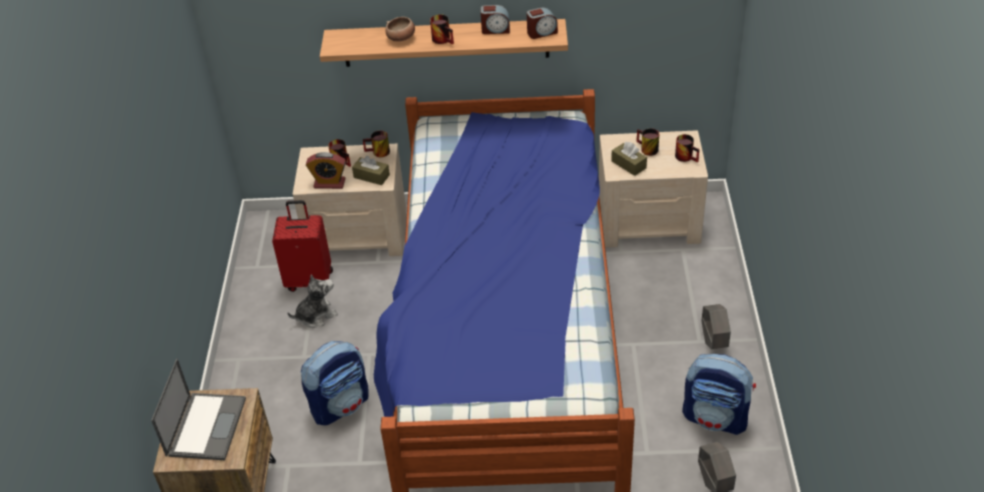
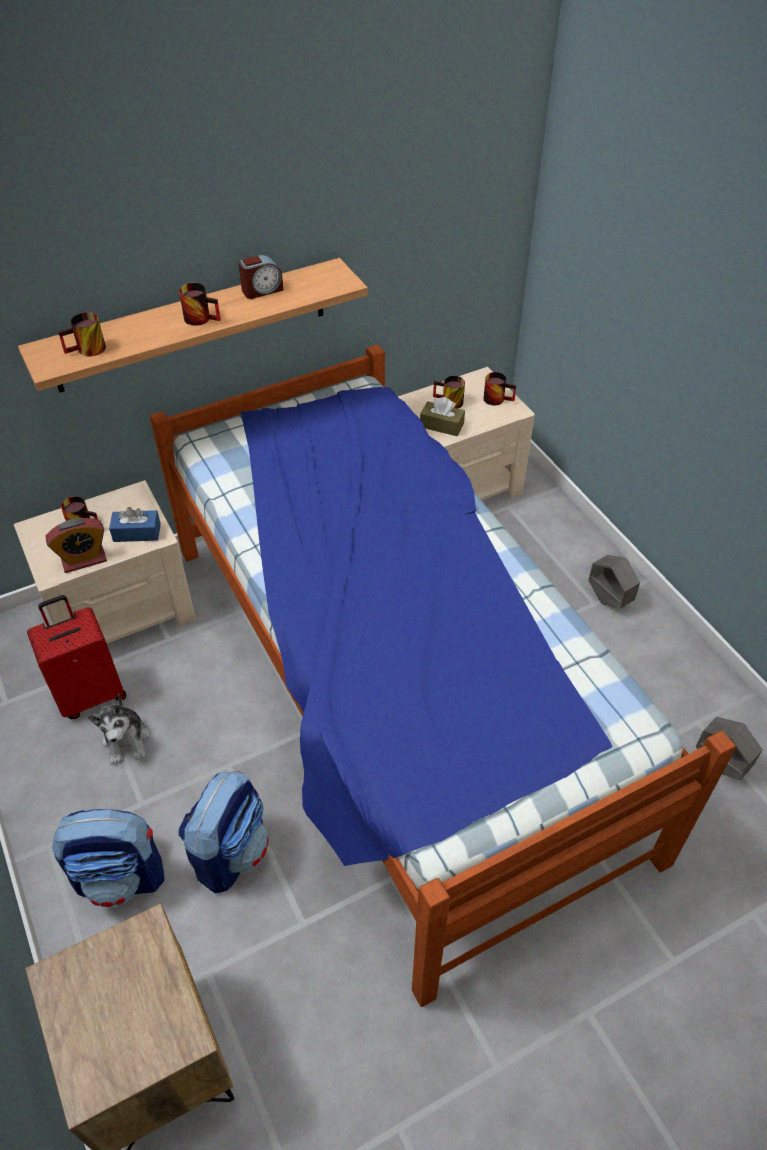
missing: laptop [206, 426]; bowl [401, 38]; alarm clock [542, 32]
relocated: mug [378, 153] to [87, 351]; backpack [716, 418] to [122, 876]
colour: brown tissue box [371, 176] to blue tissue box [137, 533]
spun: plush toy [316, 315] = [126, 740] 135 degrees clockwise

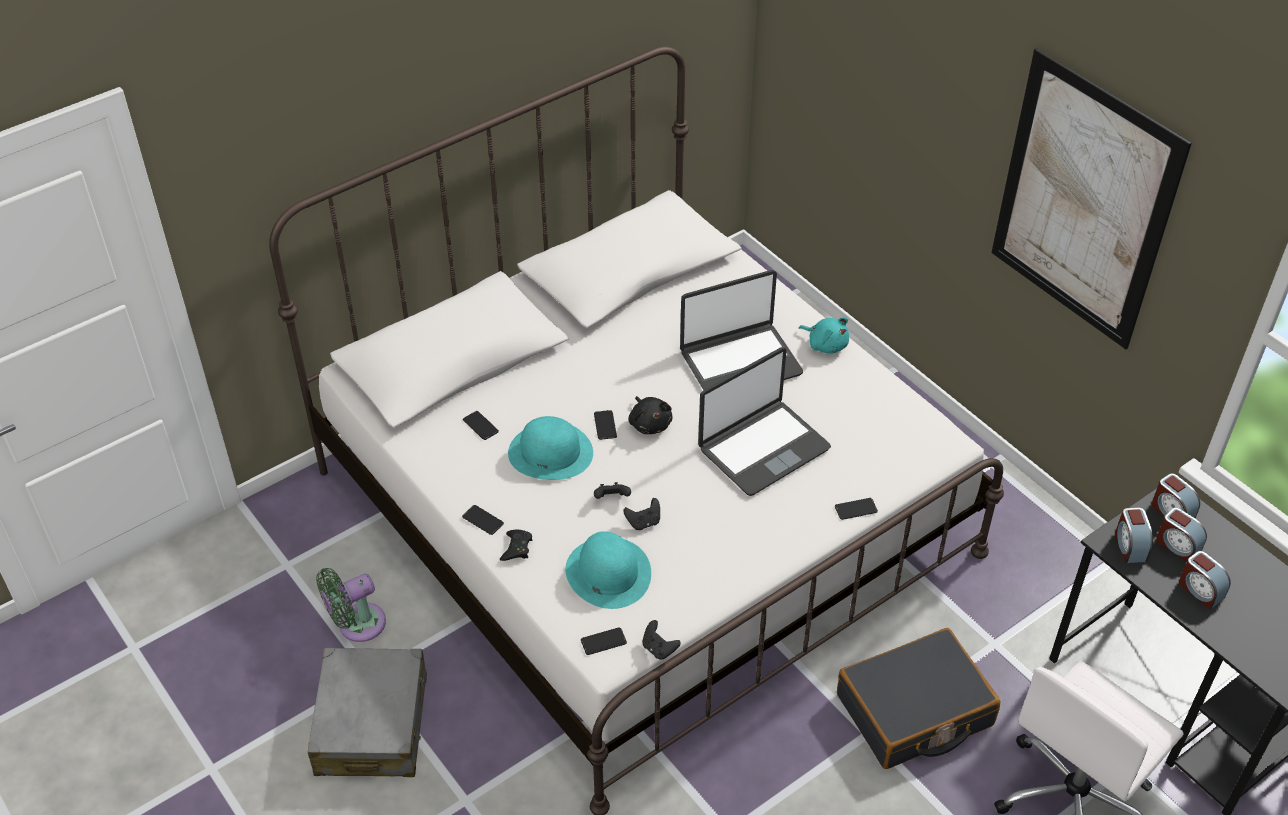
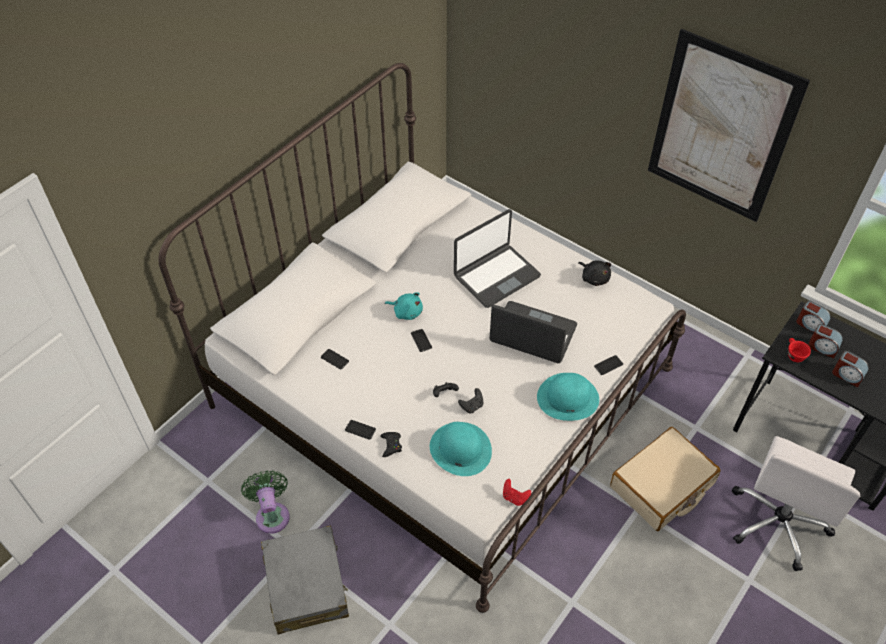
missing: phone [603, 641]
relocated: turquoise hat [551, 452] to [568, 397]; black plush toy [650, 423] to [594, 278]; turquoise plush toy [826, 344] to [406, 312]
exchanged: alarm clock [1129, 546] to red cup [793, 354]
colour: black game controller [659, 648] to red game controller [514, 497]; black suitcase [914, 711] to beige suitcase [662, 486]
spun: green fan [357, 625] = [272, 514] 120 degrees clockwise; laptop [763, 448] = [532, 334] 105 degrees counterclockwise

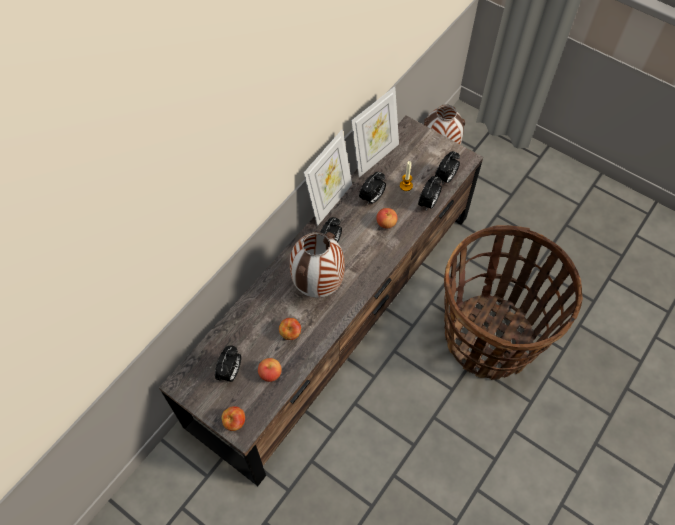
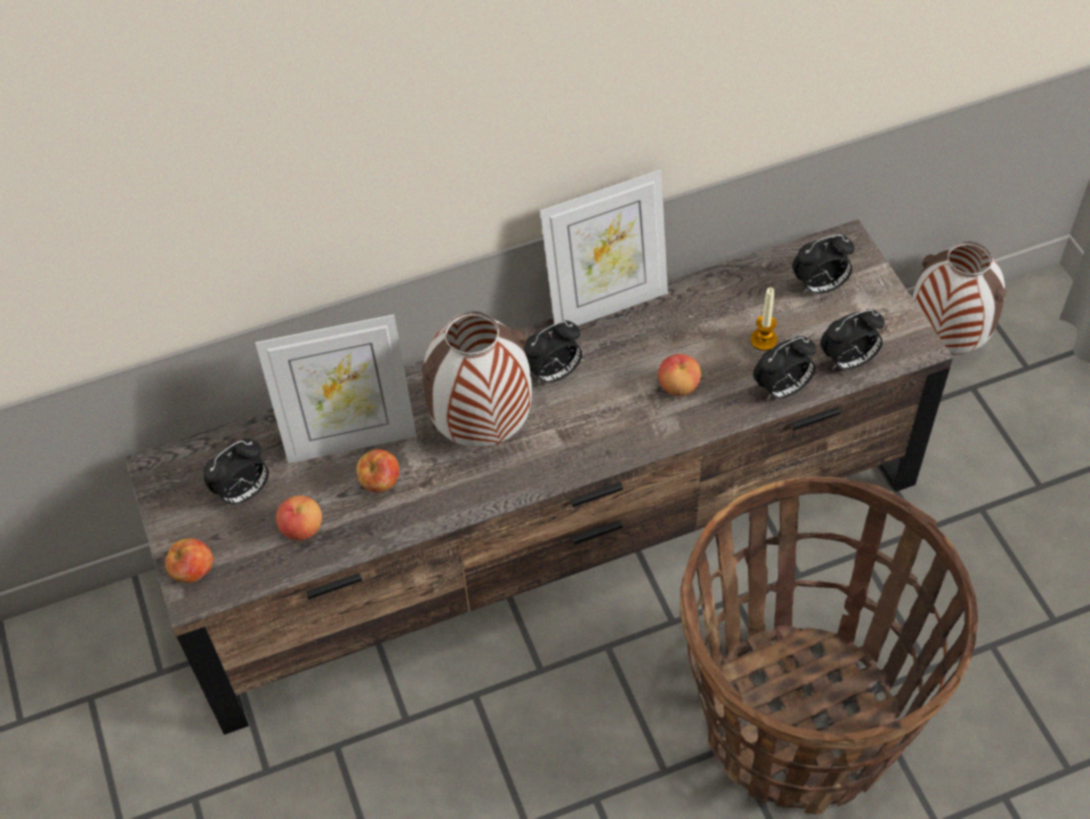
relocated: picture frame [374, 157] to [350, 438]; alarm clock [372, 198] to [819, 287]

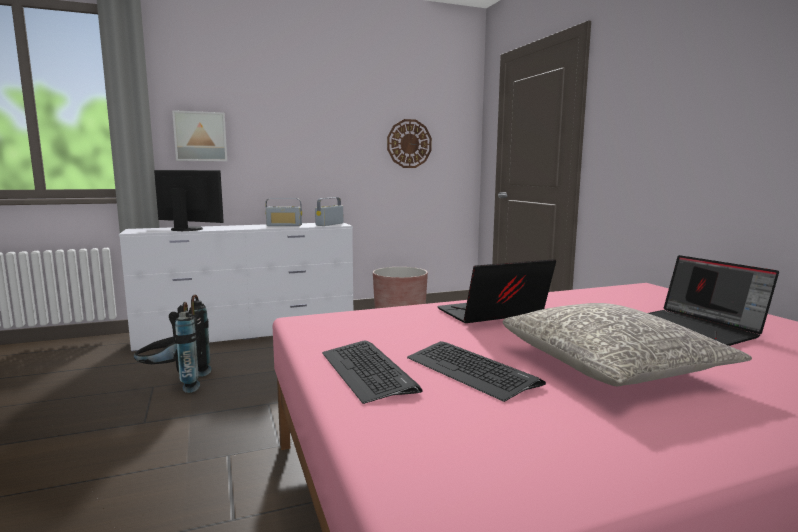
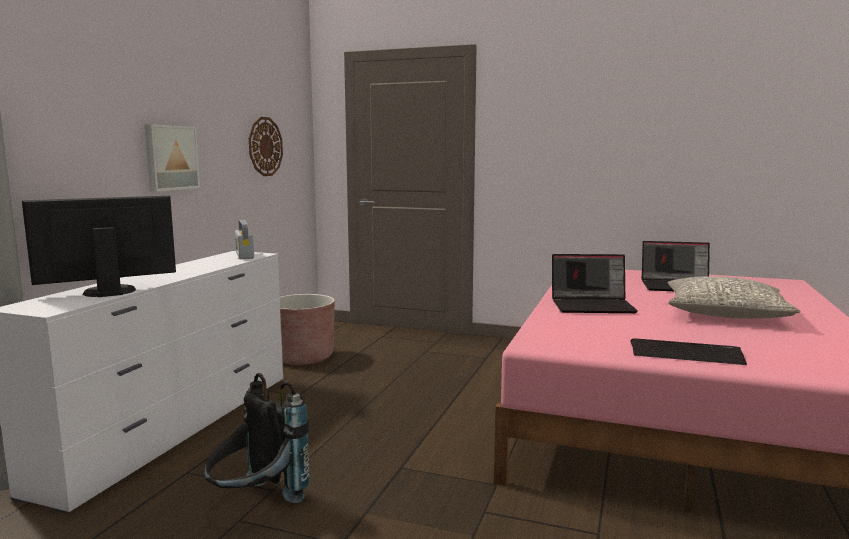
missing: radio [284, 225]; keyboard [471, 371]
relocated: picture [200, 136] to [170, 157]
spun: laptop [492, 314] = [593, 306] 105 degrees counterclockwise

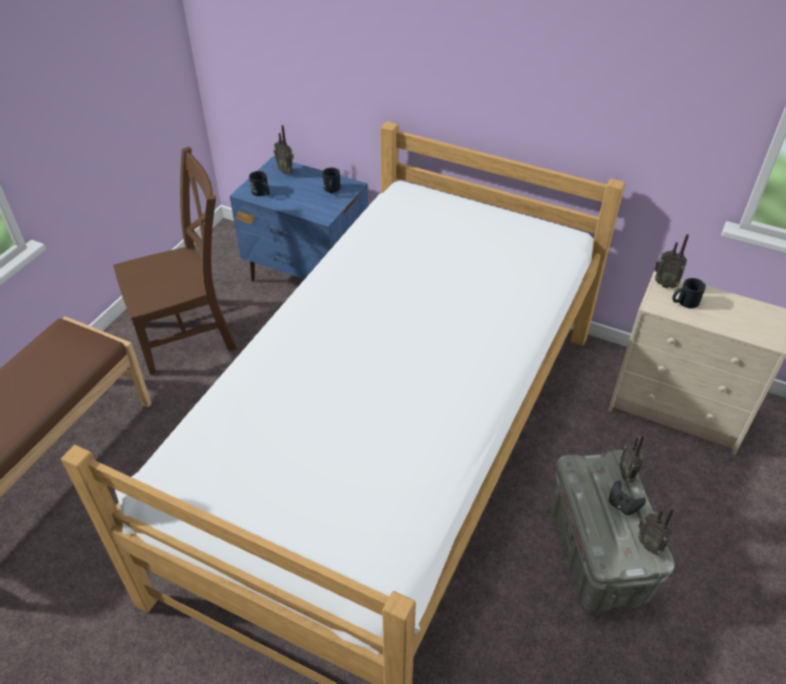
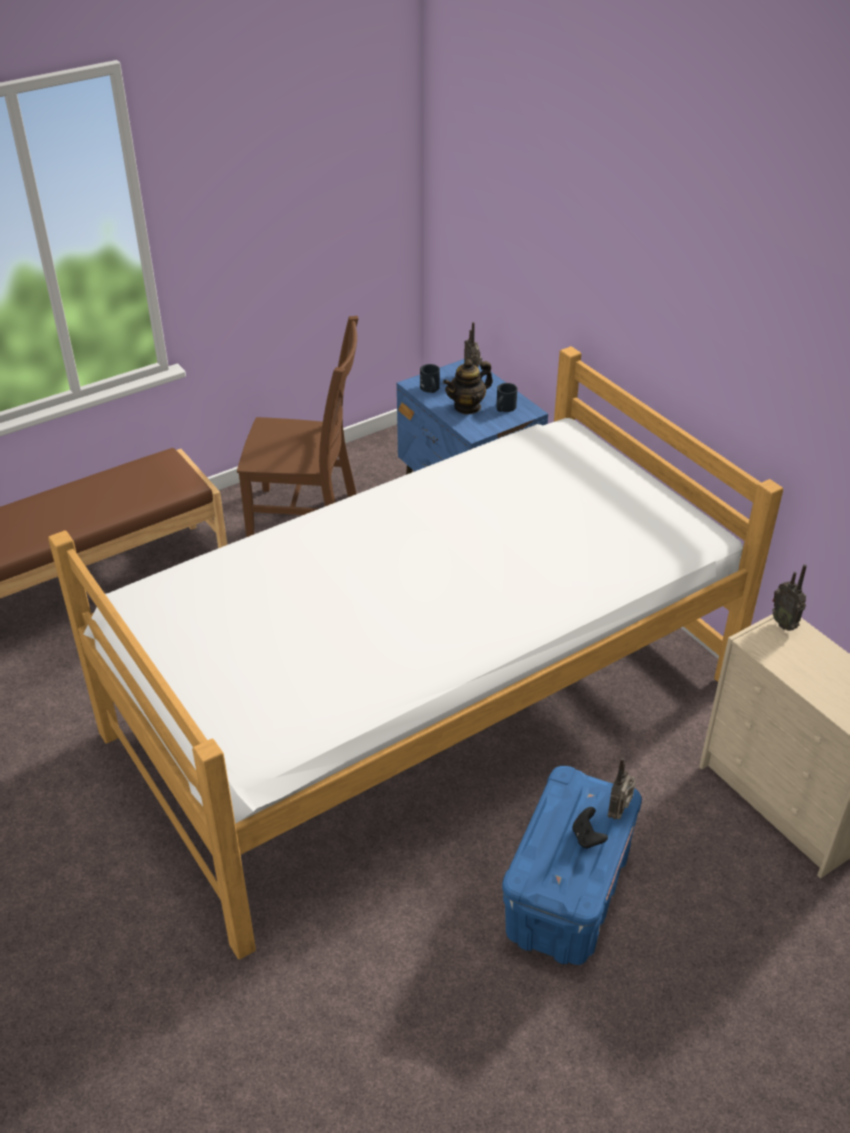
missing: radio [649, 544]; black mug [684, 302]
appeared: teapot [467, 407]
colour: grey storage box [598, 553] to blue storage box [567, 897]

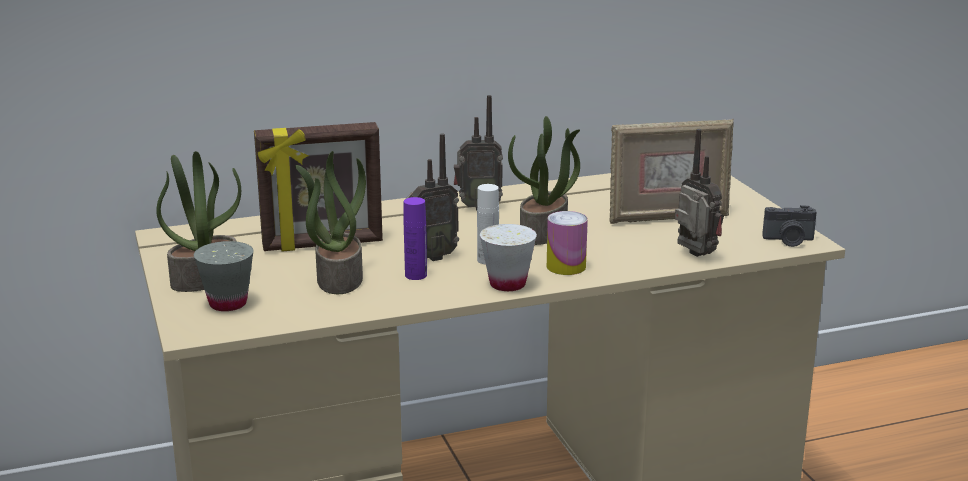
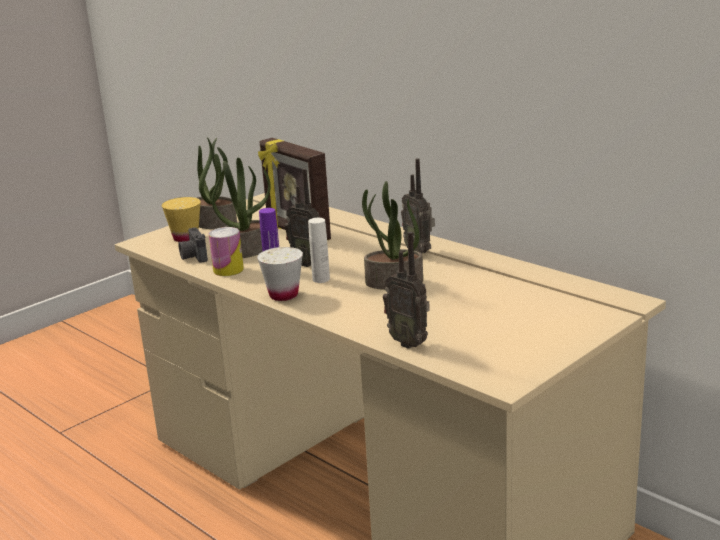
missing: picture frame [667, 217]
relocated: can [566, 266] to [228, 270]; photo camera [788, 240] to [193, 257]
colour: grey cup [228, 303] to yellow cup [185, 238]
spun: radio [694, 256] = [409, 342] 105 degrees clockwise

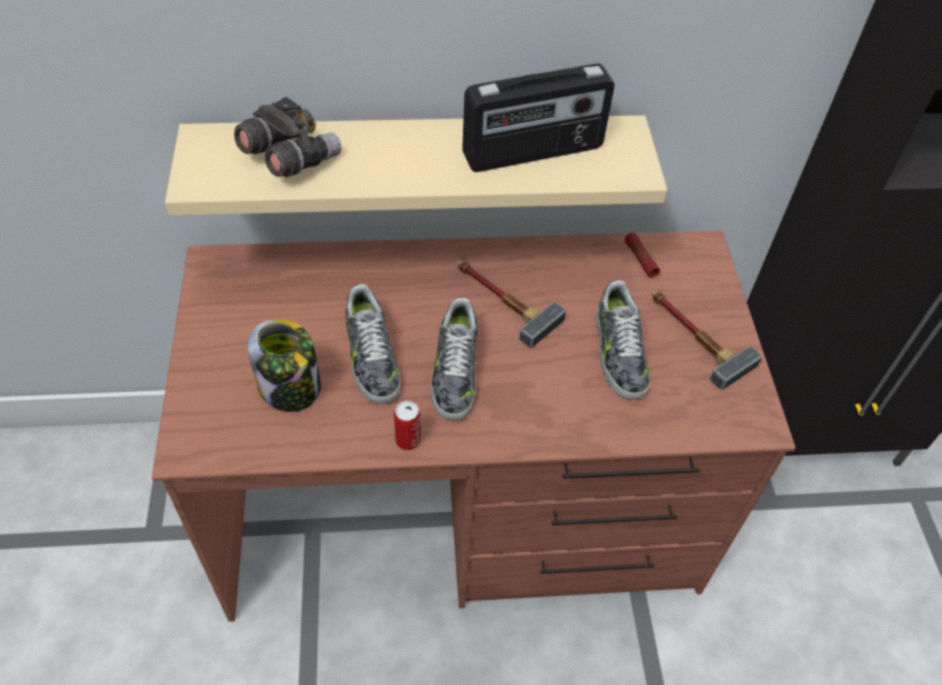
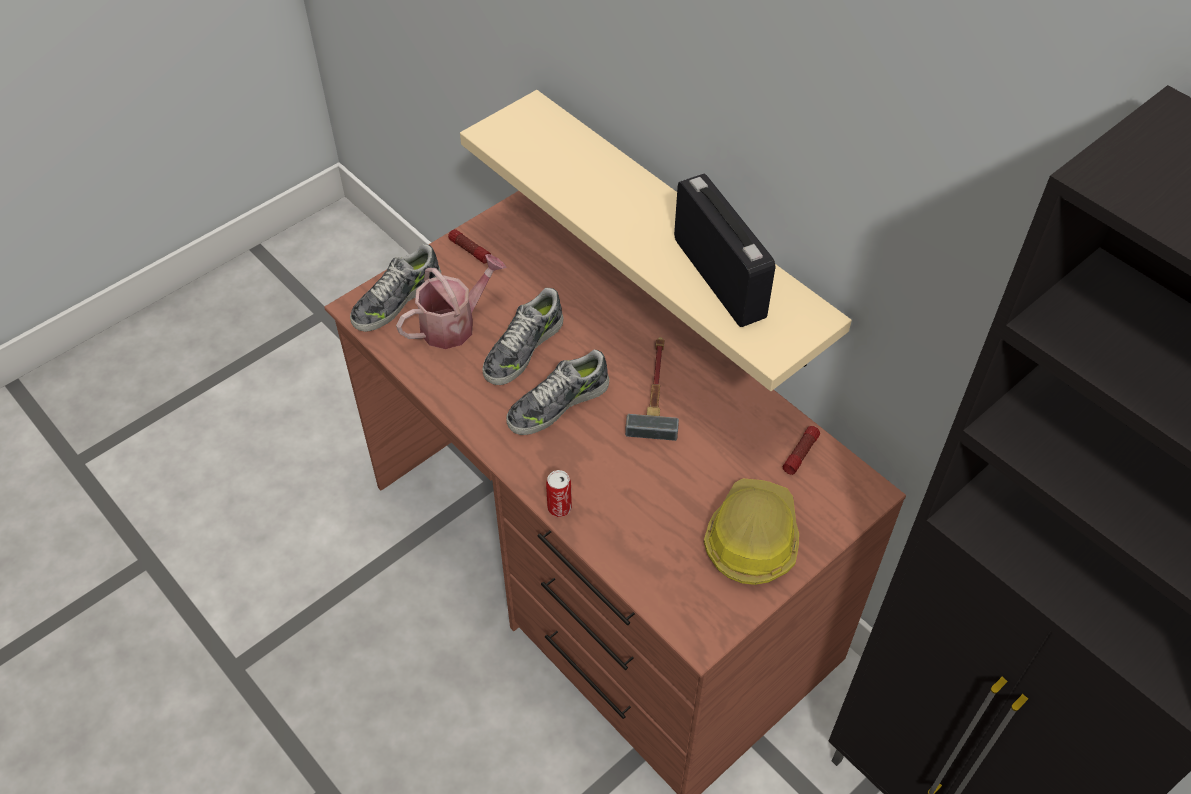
missing: grey binoculars [289, 159]
appeared: flashlight [469, 250]
relocated: can [408, 440] to [559, 507]; shoe [618, 352] to [396, 300]
exchanged: jar [290, 387] to watering can [454, 324]; hammer [694, 336] to hard hat [751, 538]
spun: radio [533, 152] = [720, 278] 150 degrees counterclockwise

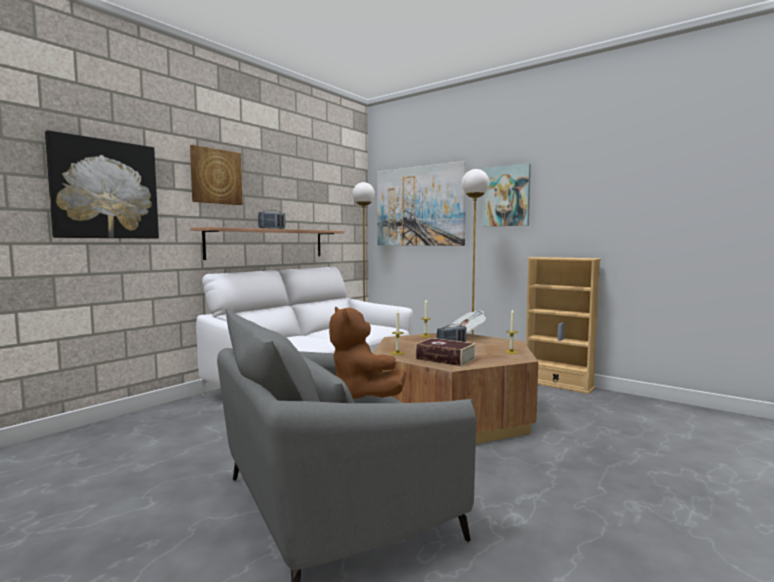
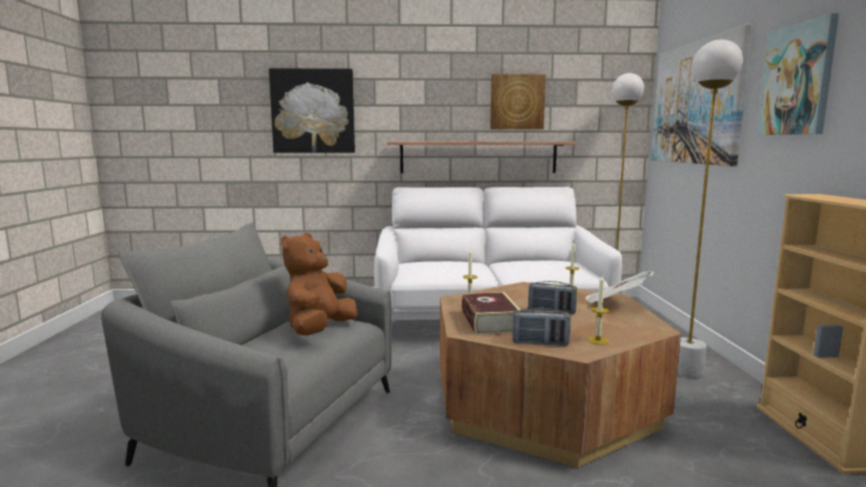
relocated: picture [216, 176] to [517, 102]; radio [272, 228] to [540, 343]

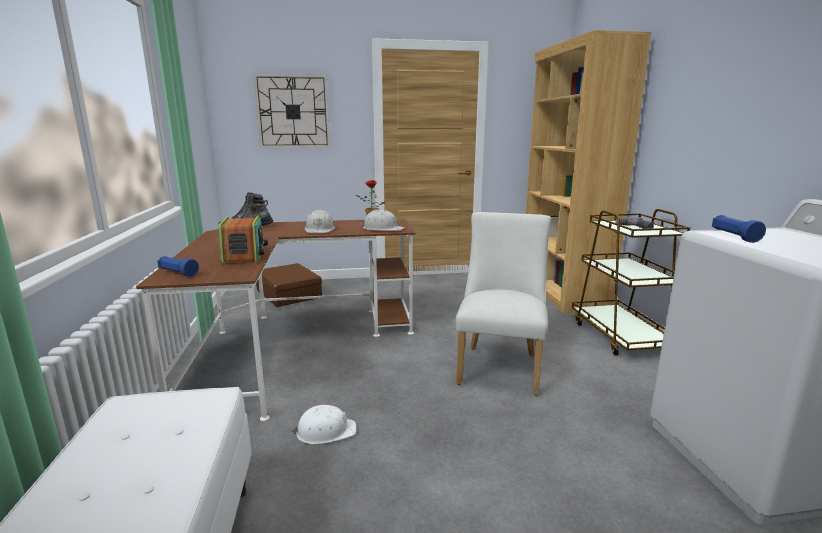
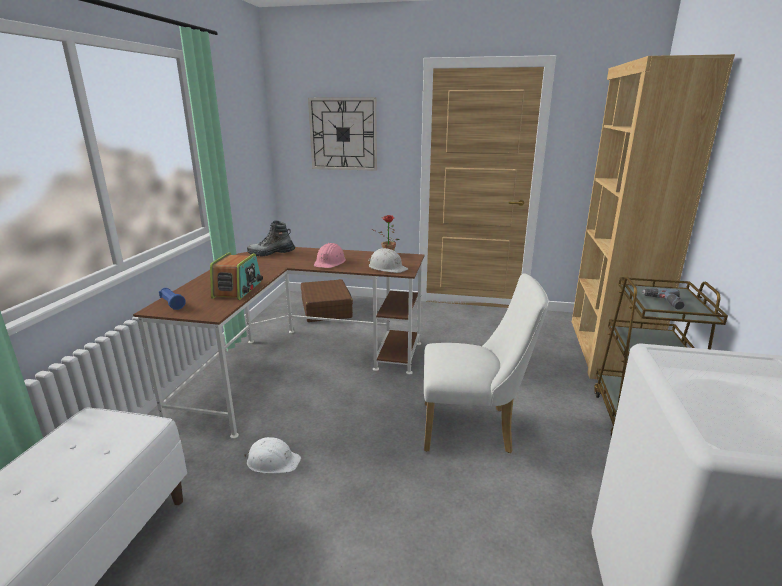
missing: blue flashlight [734, 237]
colour: white hard hat [320, 229] to pink hard hat [330, 262]
spun: white chair [500, 365] = [473, 428] 60 degrees clockwise

